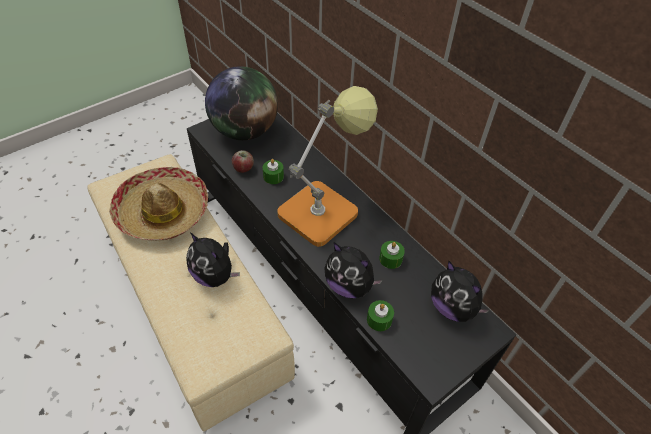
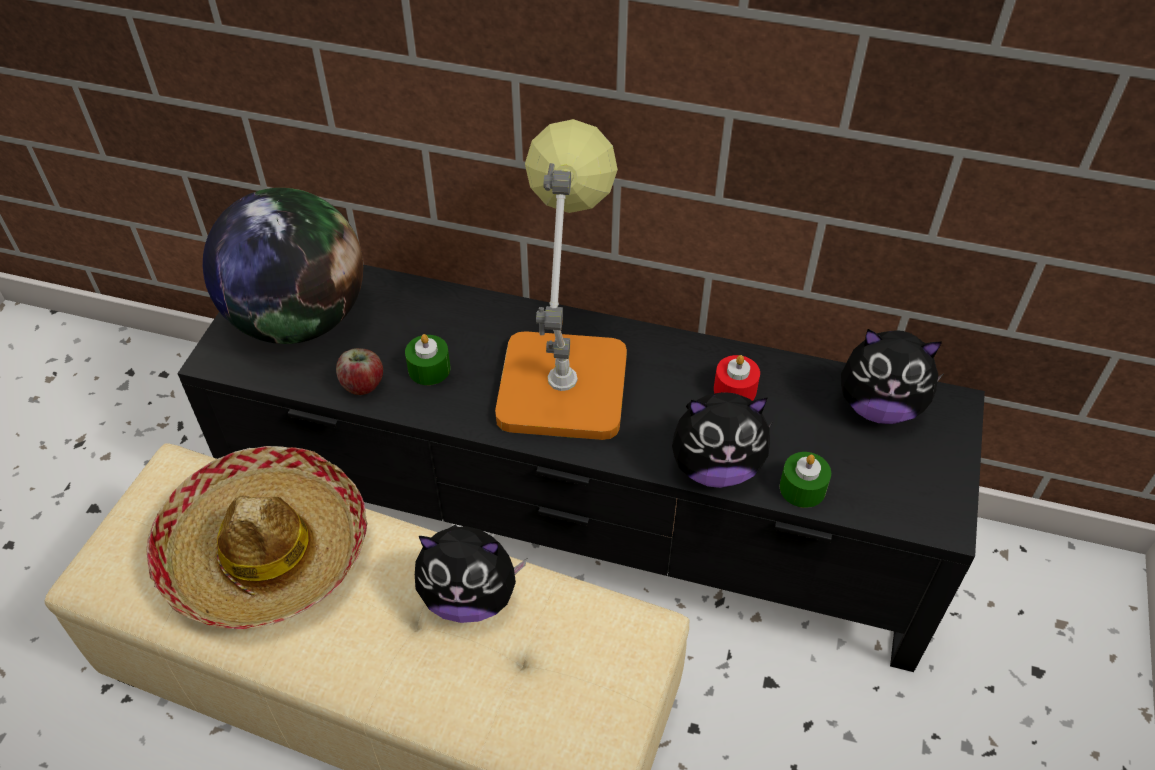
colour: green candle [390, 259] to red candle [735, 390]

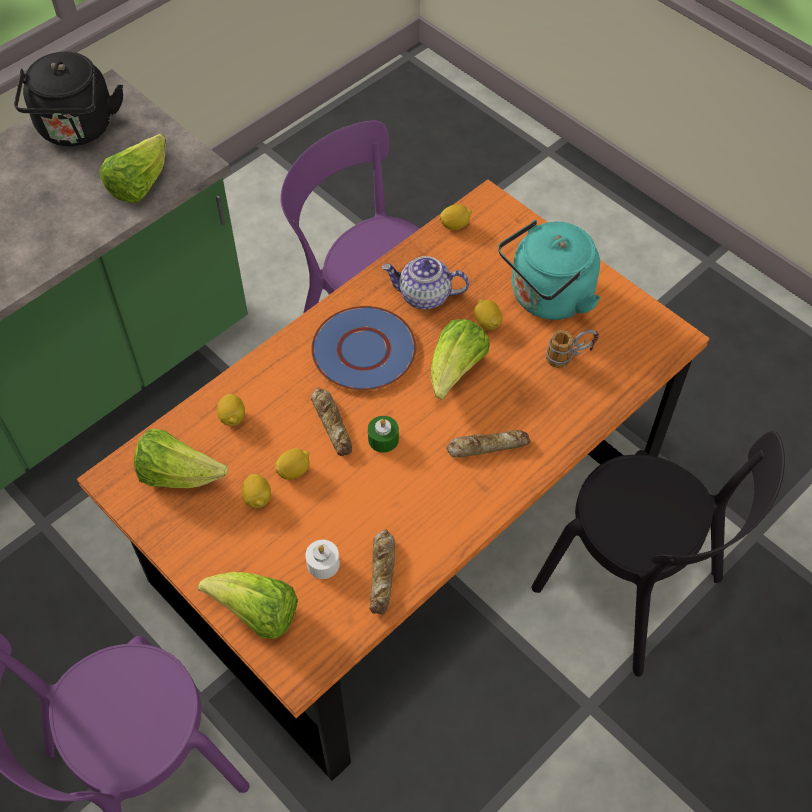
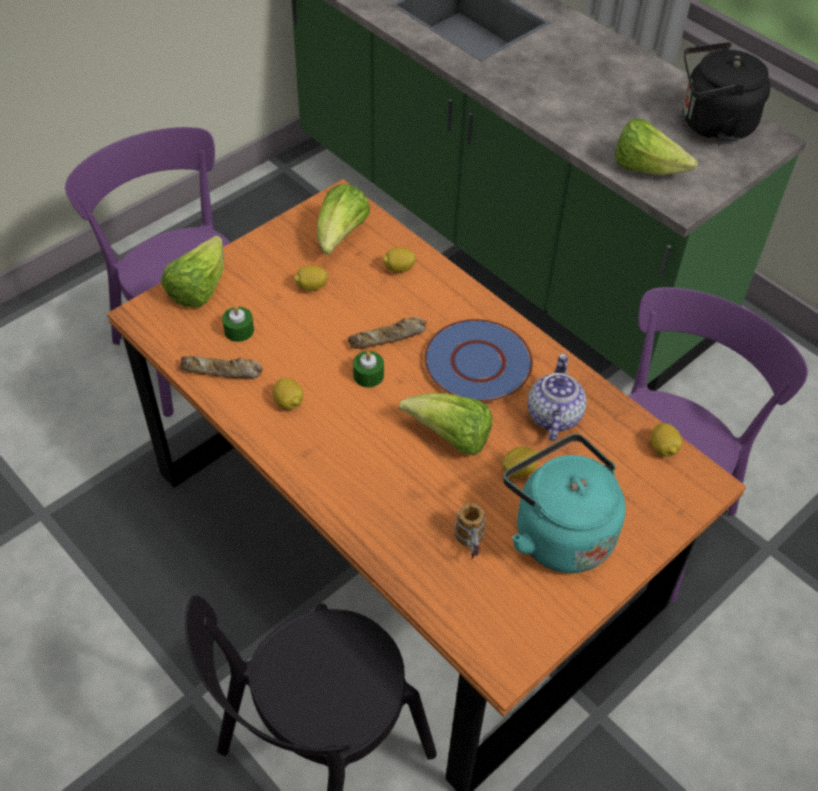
missing: bread [487, 446]
relocated: lemon [294, 471] to [288, 402]
colour: white candle [323, 564] to green candle [239, 330]

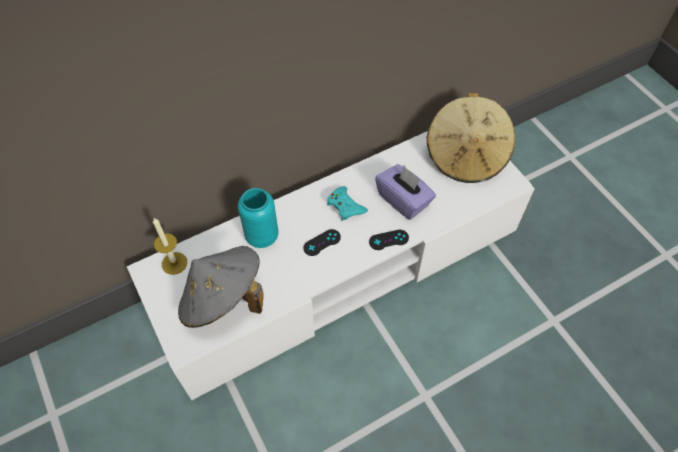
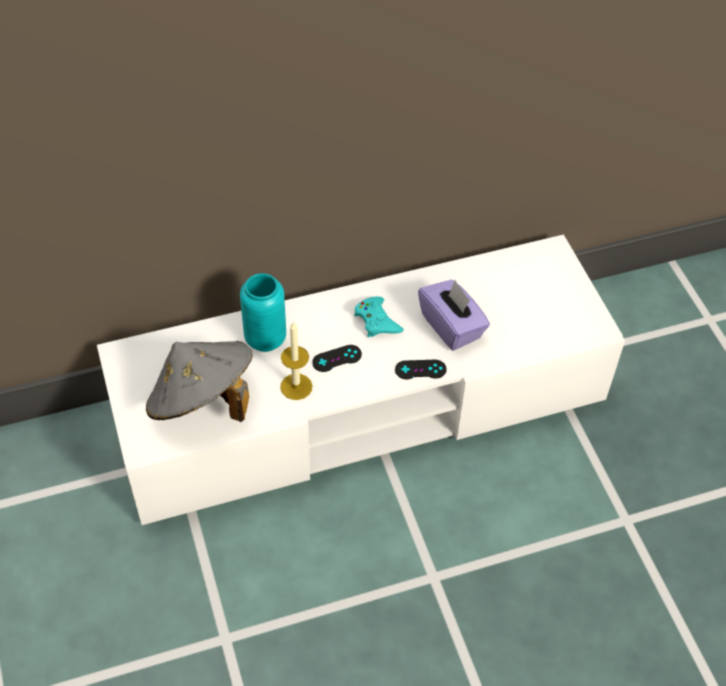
missing: beige hat [466, 156]
relocated: candle [174, 263] to [296, 386]

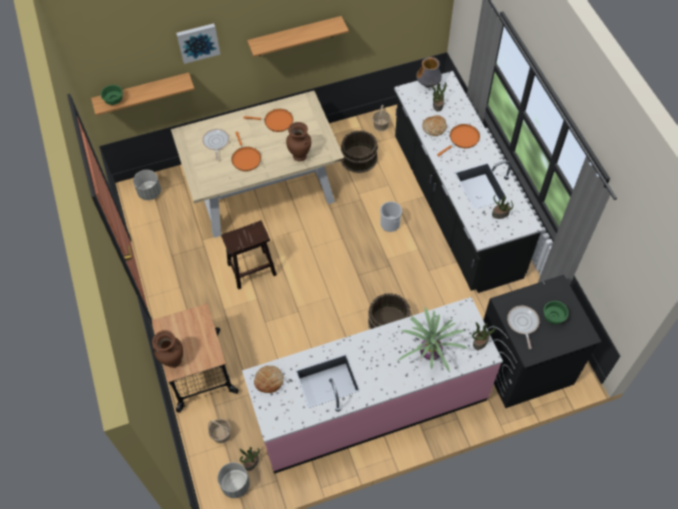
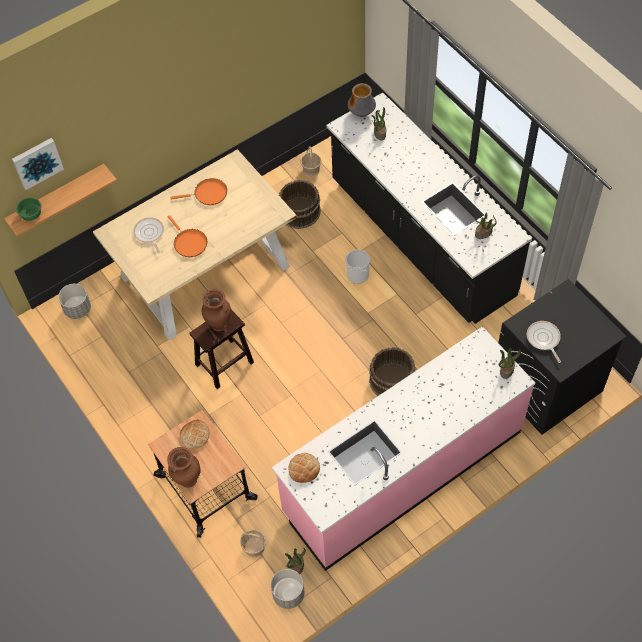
missing: shelf [295, 37]; potted plant [429, 352]; orange frying pan [462, 139]; green bowl [552, 316]
relocated: picture [198, 42] to [37, 162]; brown vase [300, 156] to [219, 324]; bread [434, 127] to [195, 435]

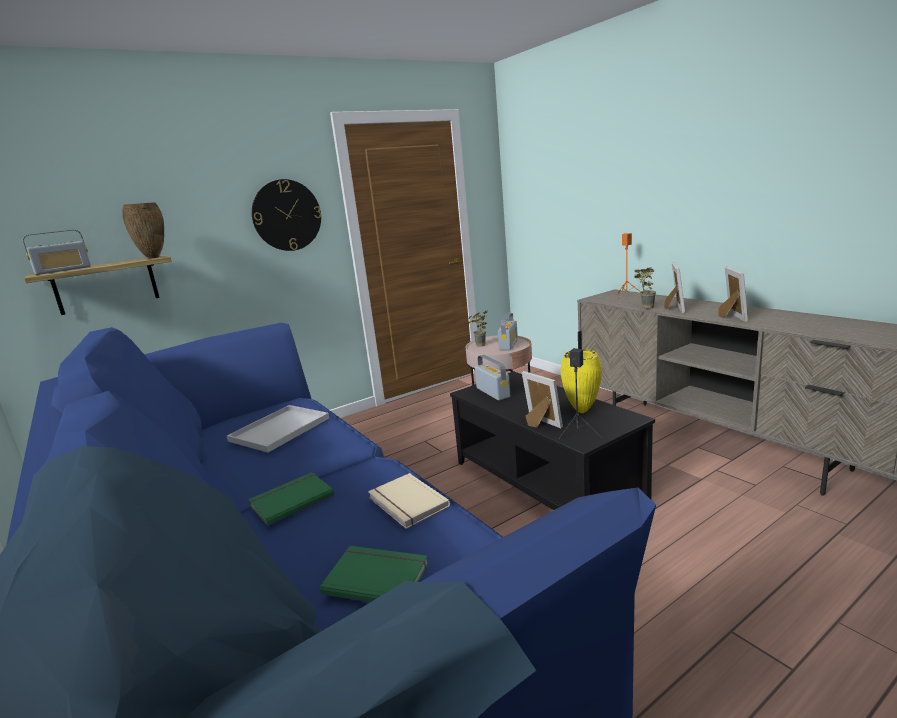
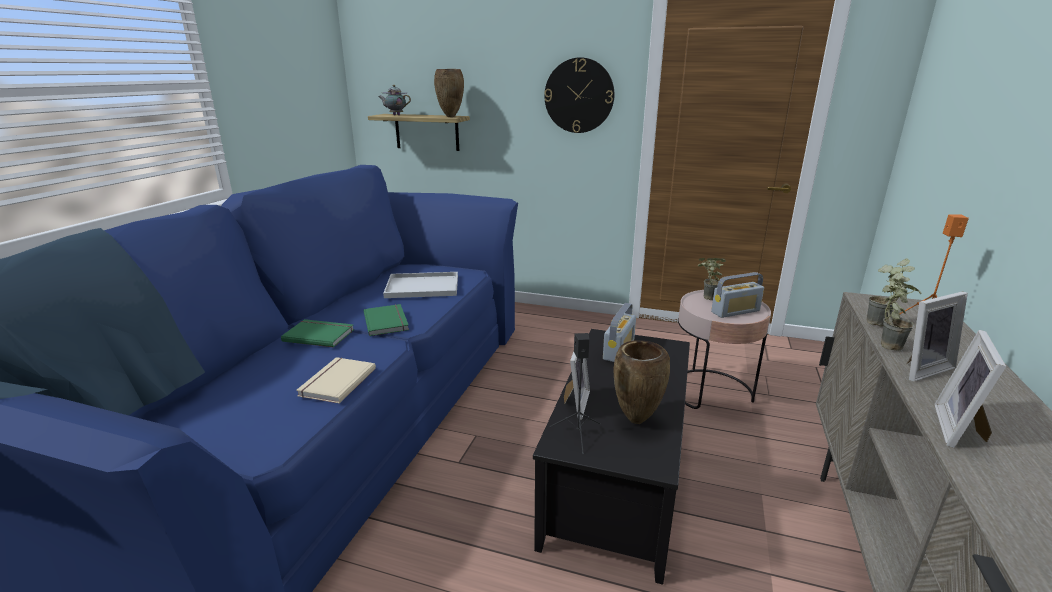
appeared: potted plant [881, 325]
relocated: green book [377, 576] to [387, 321]
exchanged: radio [63, 270] to teapot [395, 115]
colour: yellow vase [582, 411] to brown vase [635, 421]
spun: picture frame [730, 317] = [961, 429] 150 degrees clockwise

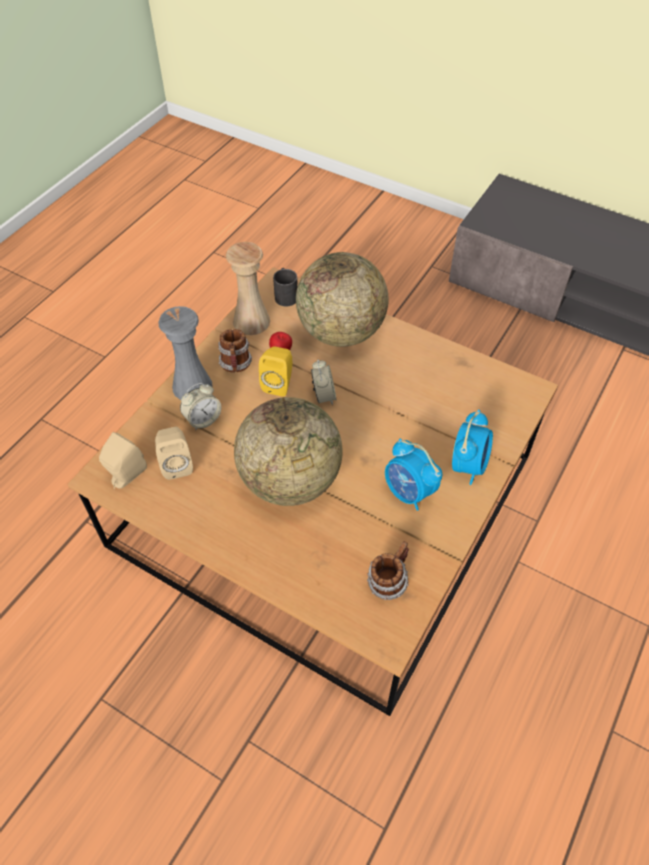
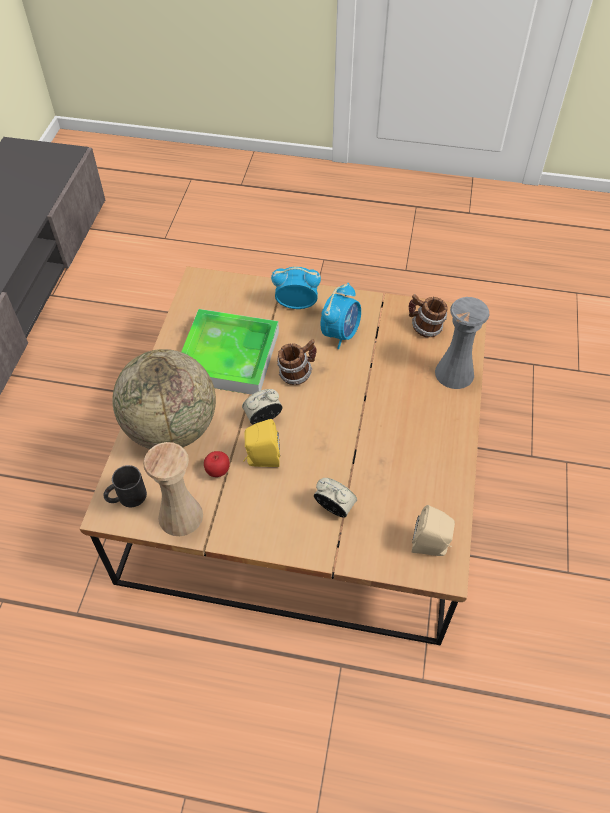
missing: beige speaker [176, 464]; globe [290, 481]
appeared: tray [228, 356]
relocated: grey vase [192, 386] to [454, 373]; mug [236, 365] to [297, 373]

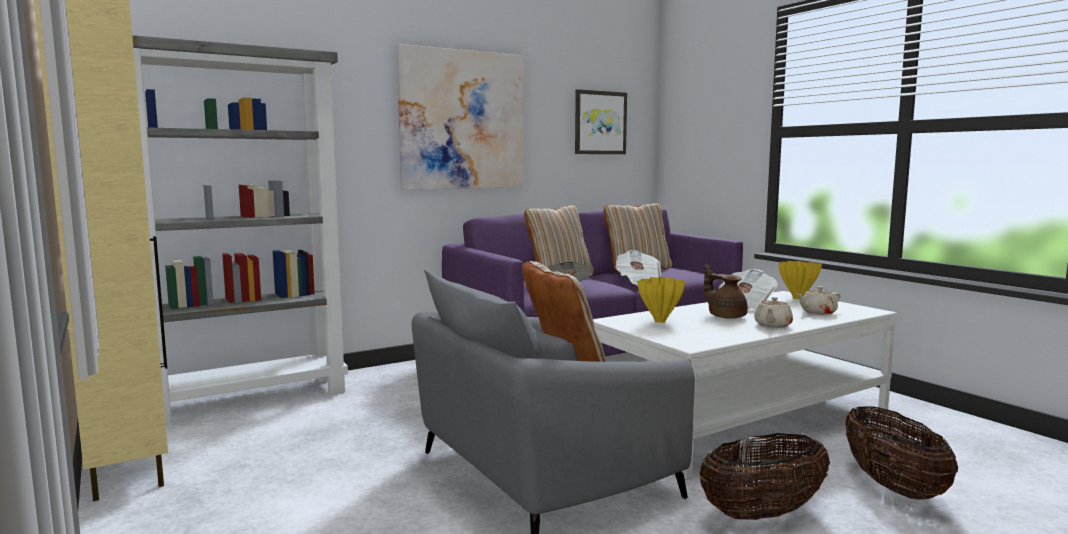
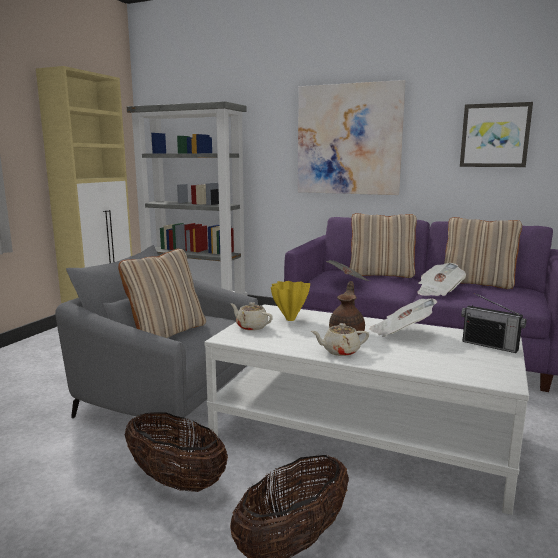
relocated: beige teapot [817, 312] to [251, 327]
exchanged: yellow vase [797, 298] to radio [490, 345]

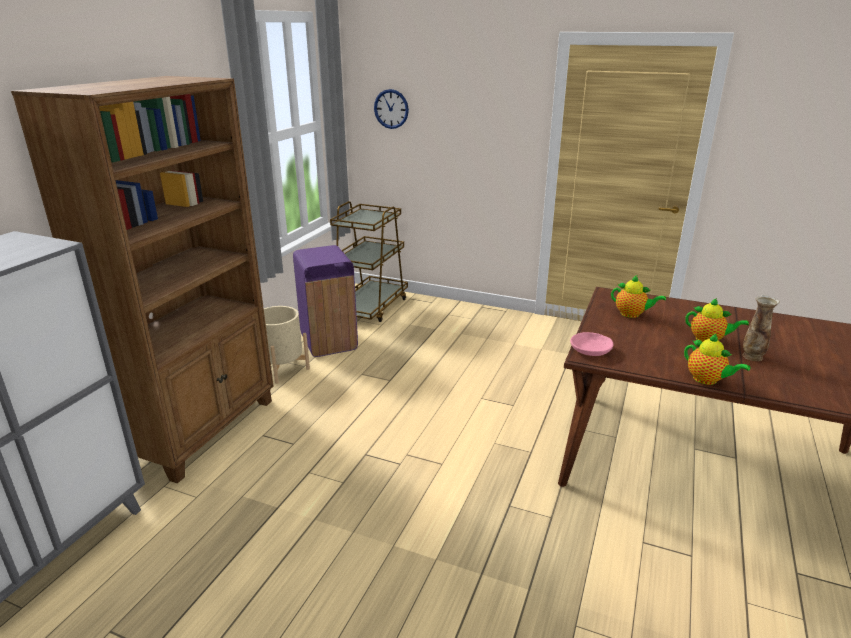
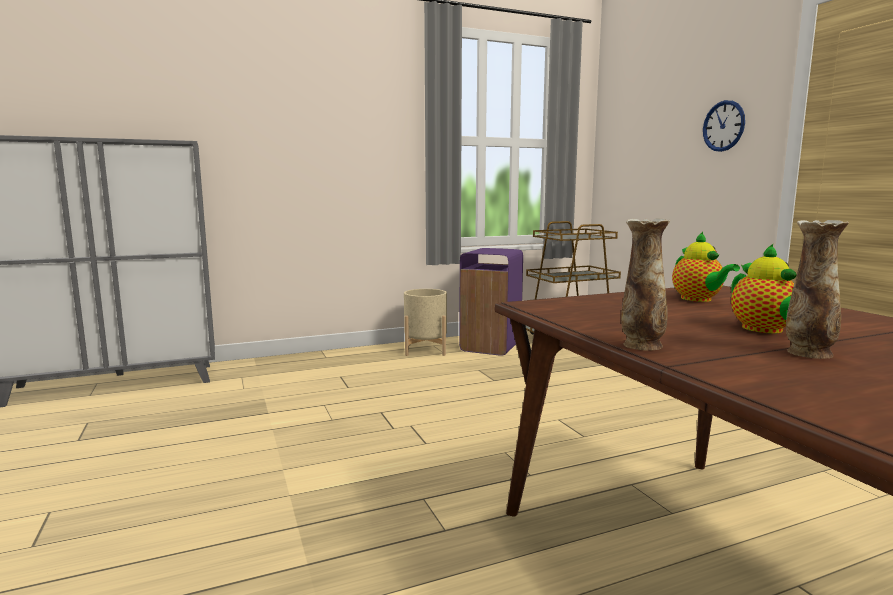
missing: brown bookcase [203, 430]; pink bowl [591, 350]
relocated: wall clock [391, 109] to [723, 126]
exchanged: teapot [707, 380] to vase [641, 345]

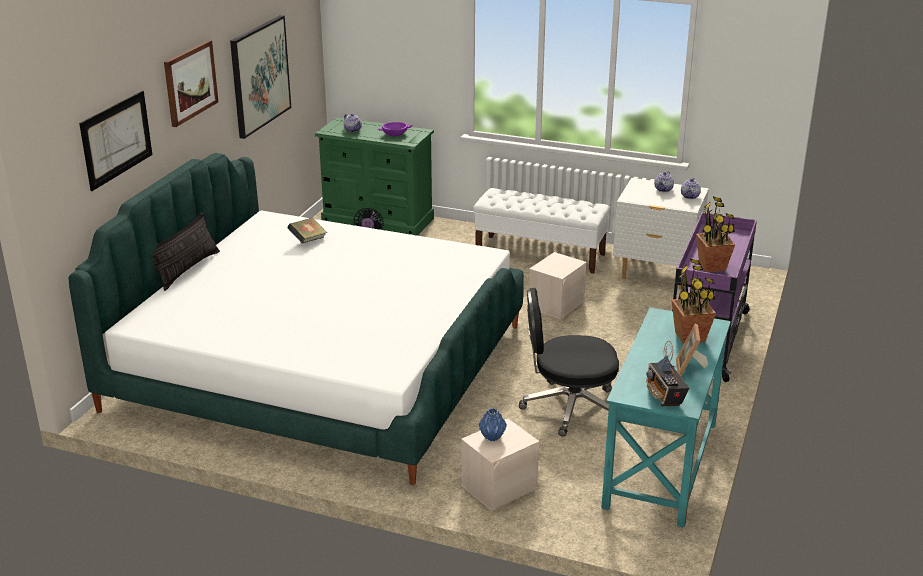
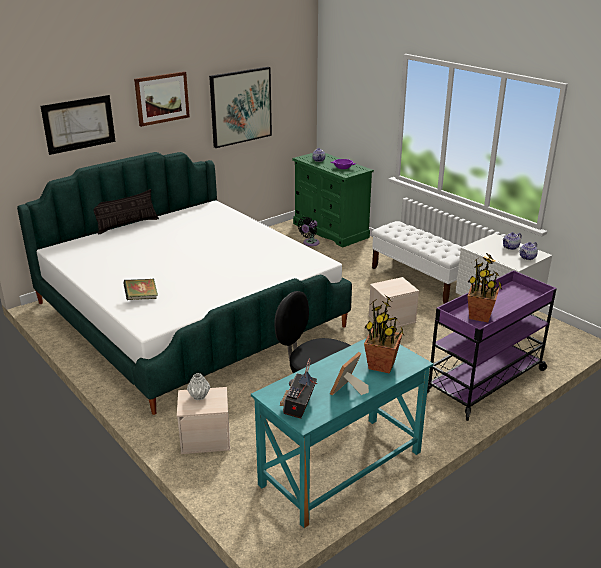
relocated: book [308, 240] to [141, 298]
colour: blue vase [492, 437] to grey vase [199, 397]

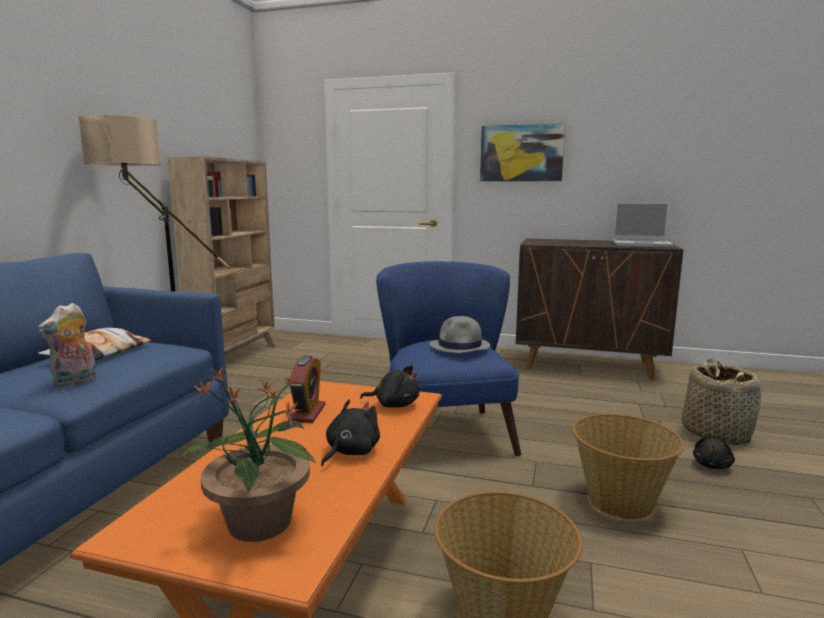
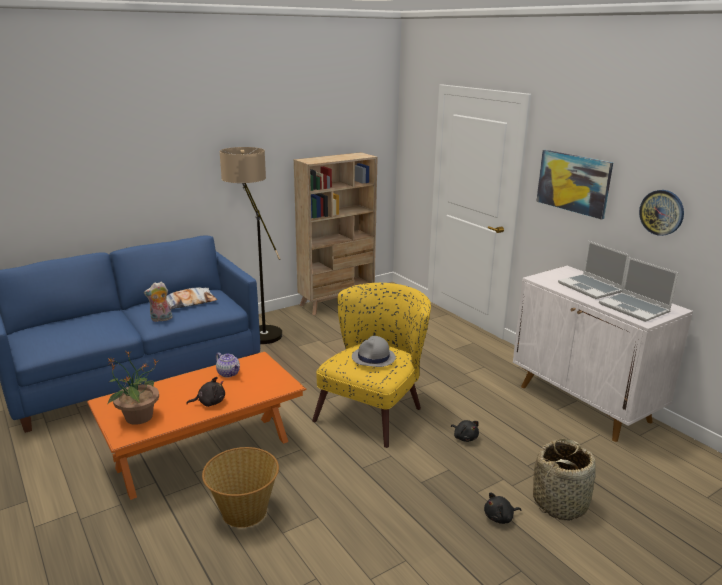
missing: basket [620, 501]
appeared: laptop [591, 288]; wall clock [662, 212]
relocated: black plush toy [394, 404] to [465, 437]
exchanged: alarm clock [307, 413] to teapot [229, 373]
colour: blue armchair [444, 429] to yellow armchair [375, 410]; brown cabinet [588, 365] to white cabinet [584, 404]

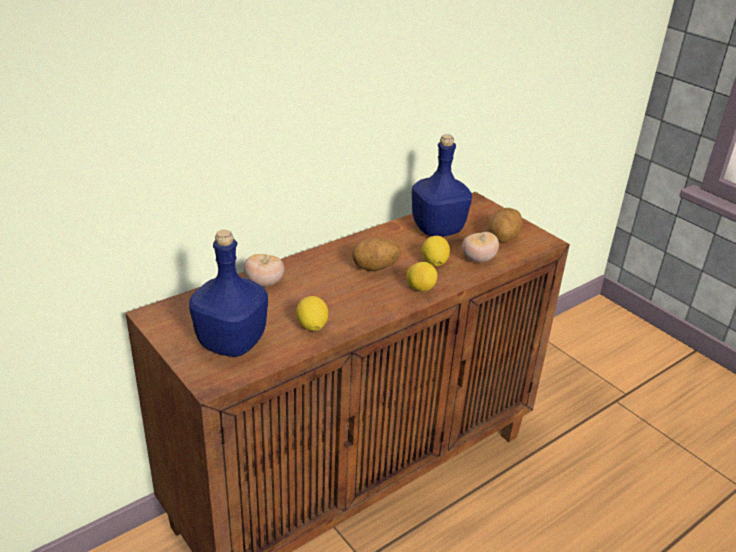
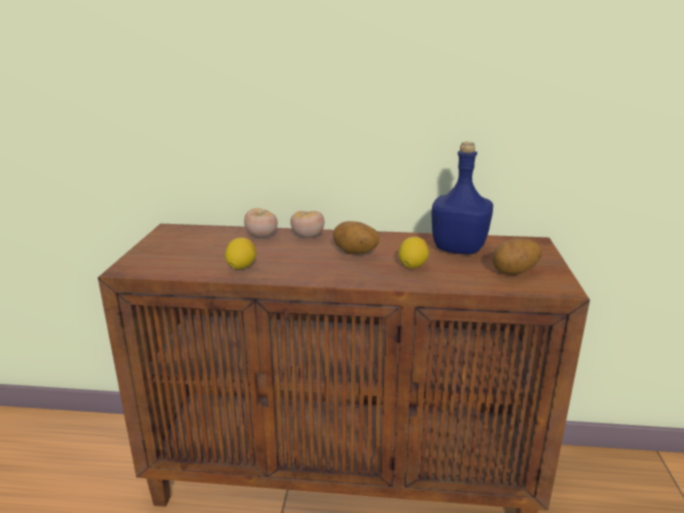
missing: blue bottle [232, 342]; lemon [420, 288]
relocated: tomato [478, 259] to [307, 236]

